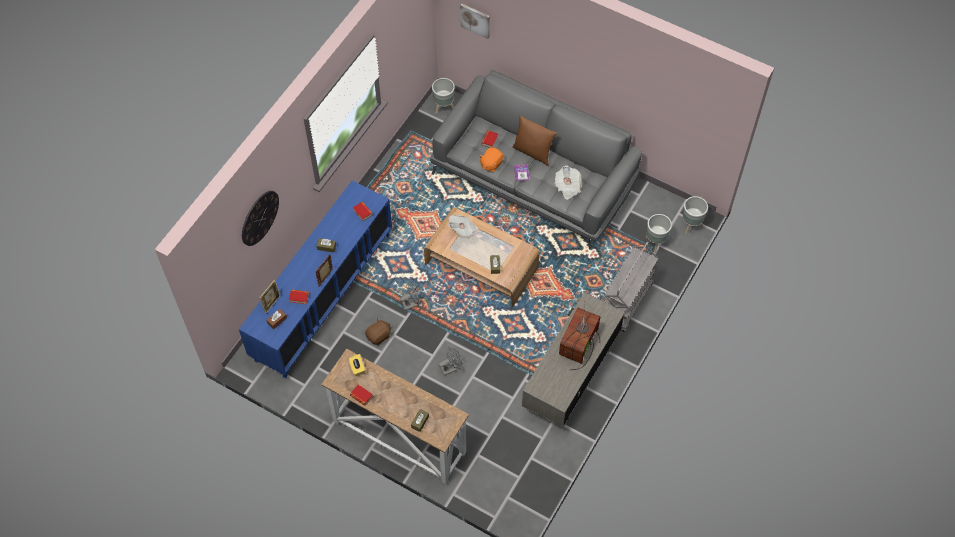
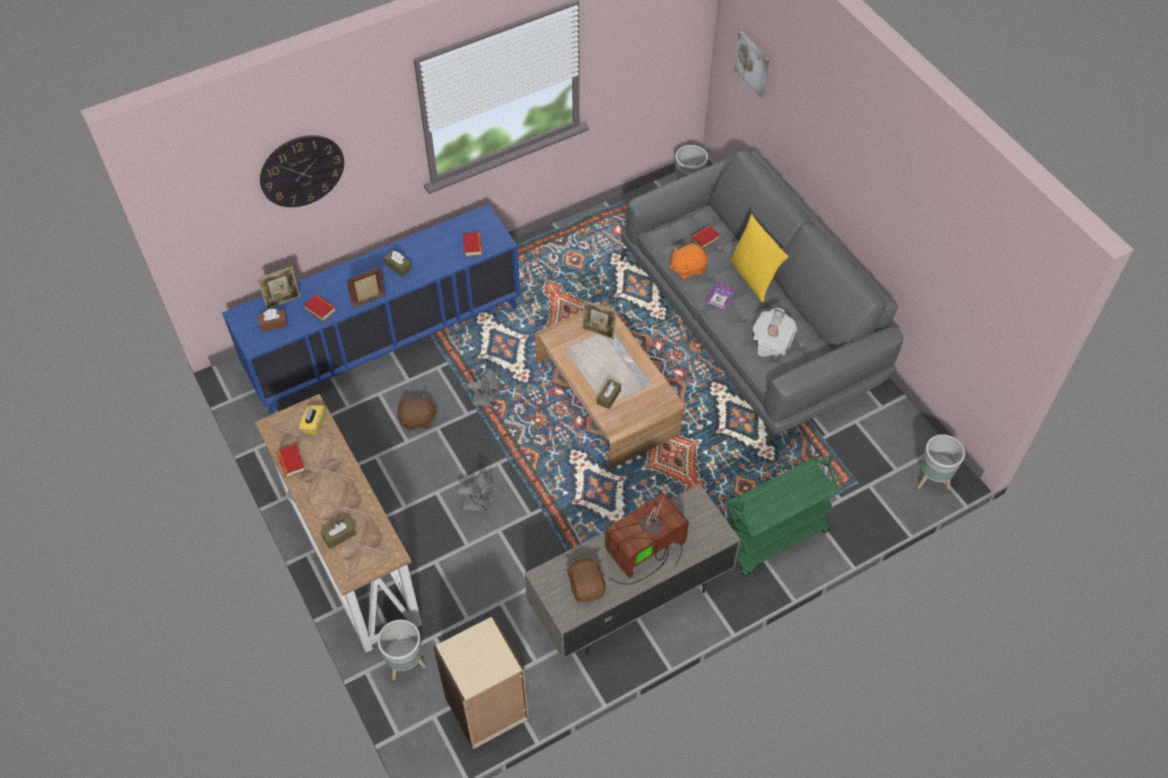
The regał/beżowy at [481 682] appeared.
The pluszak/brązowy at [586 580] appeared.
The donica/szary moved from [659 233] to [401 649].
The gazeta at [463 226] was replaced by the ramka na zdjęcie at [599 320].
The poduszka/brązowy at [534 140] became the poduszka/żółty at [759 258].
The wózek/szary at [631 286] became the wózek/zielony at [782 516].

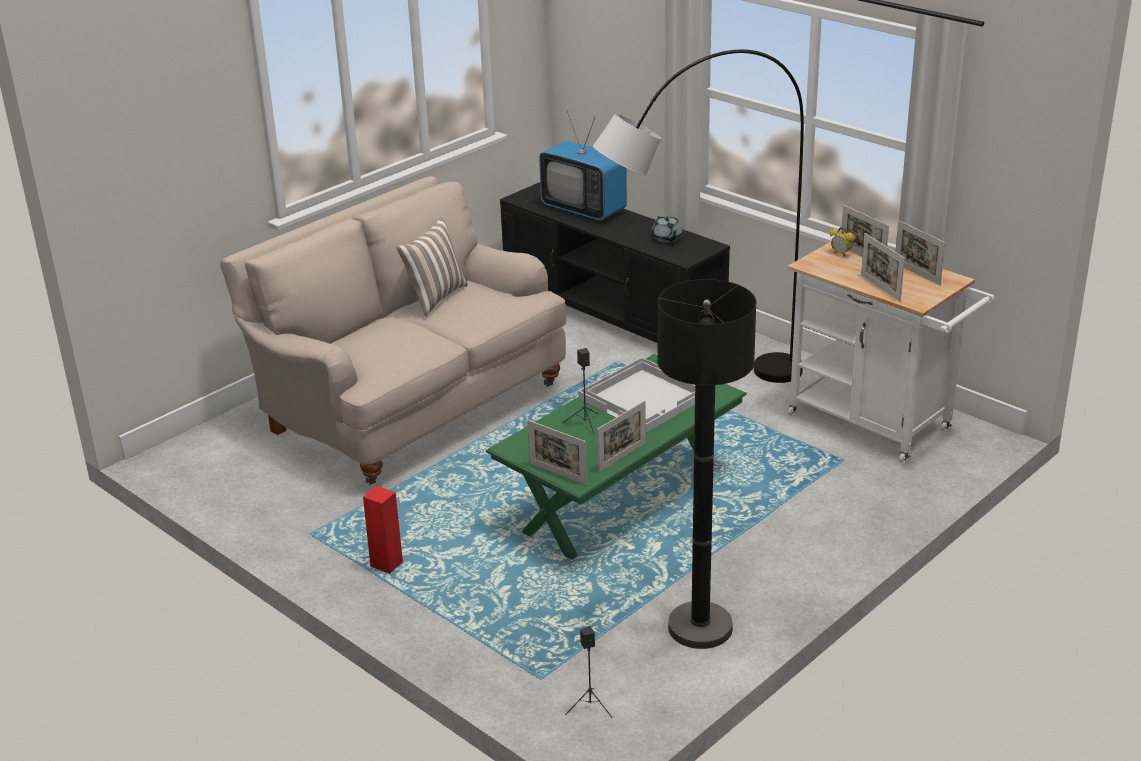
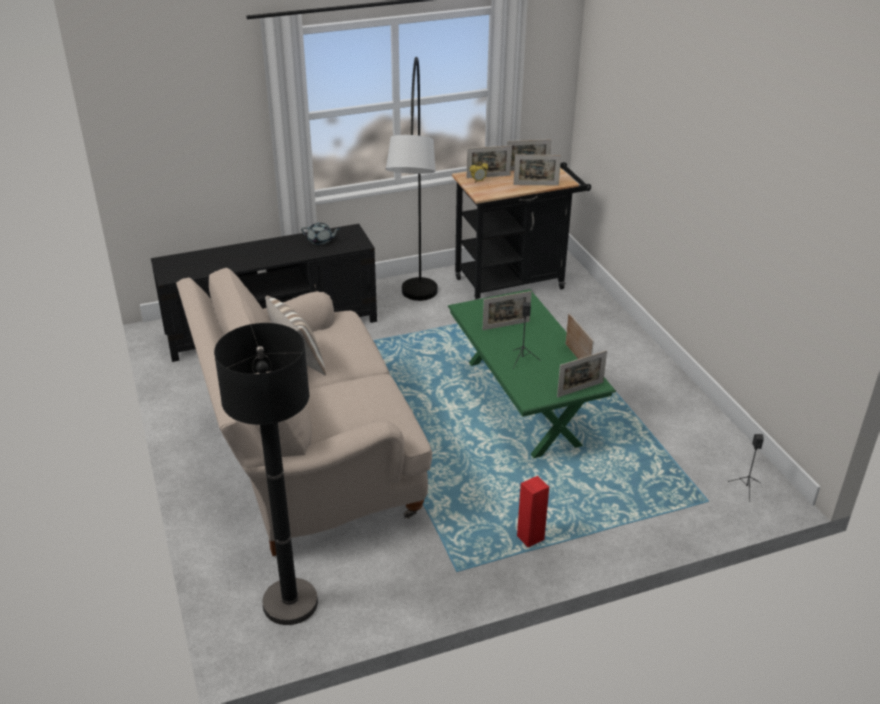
The telewizor at [583 165] disappeared.
The lampa stojąca/czarny moved from [706 464] to [266 474].
The taca/biały at [636 394] was replaced by the ramka na zdjęcie at [507 310].
The wózek/biały at [891 352] became the wózek/czarny at [521 231].

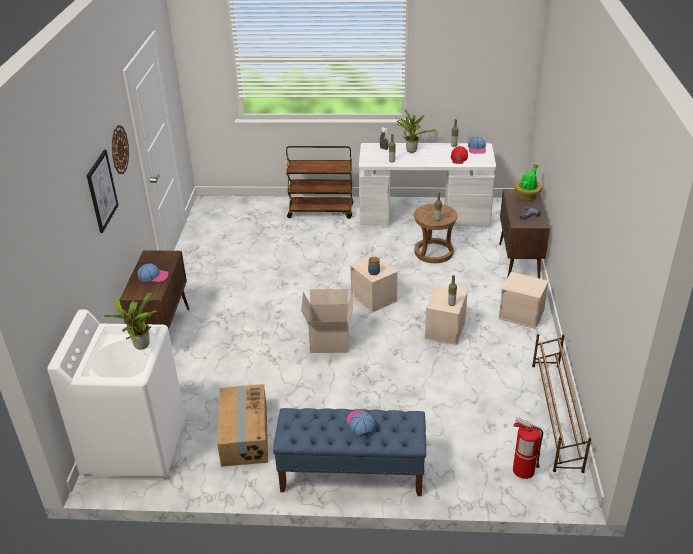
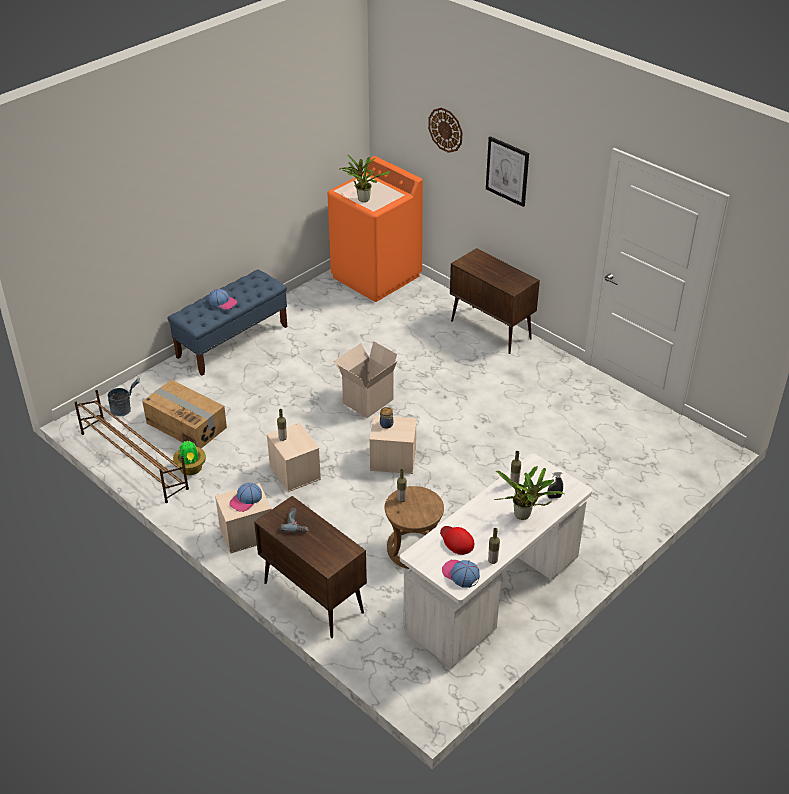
The wózek/brązowy at [320 182] disappeared.
The zegar ścienny moved from [120 149] to [445 130].
The czapka z daszkiem moved from [153 273] to [245 497].
The karton moved from [242 425] to [184 414].
The roślina doniczkowa moved from [528 182] to [189 457].
The gaśnica at [528 448] was replaced by the wiadro/szary at [123 397].
The pralka/biały at [116 395] became the pralka/pomarańczowy at [375 229].

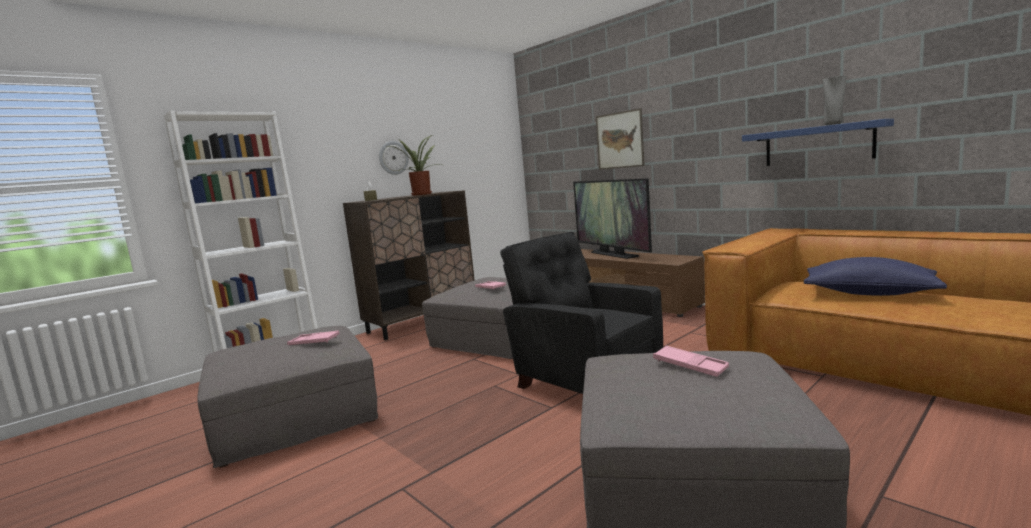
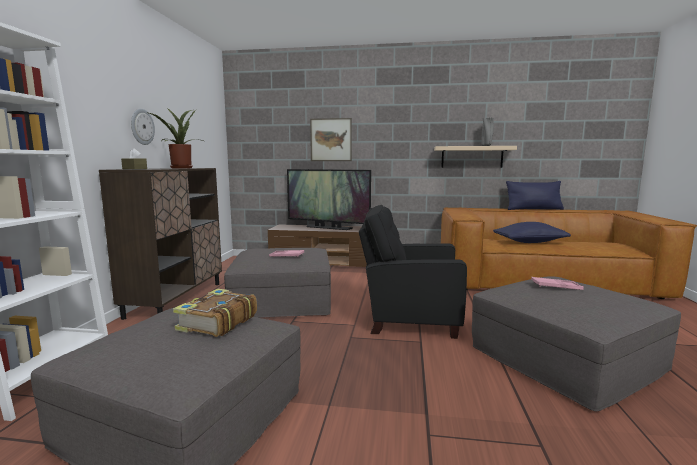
The poduszka/niebieski at [535 195] appeared.
The taca/różowy at [313 337] was replaced by the książka at [215 313].
The półka/niebieski at [818 142] became the półka/beżowy at [475 157].

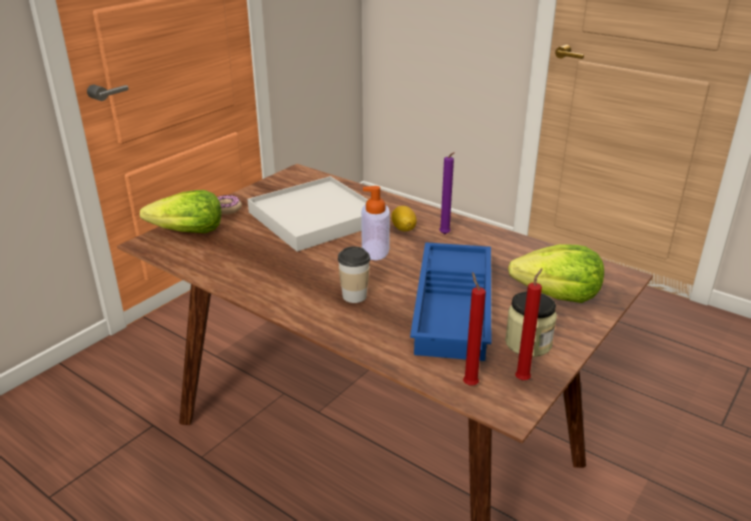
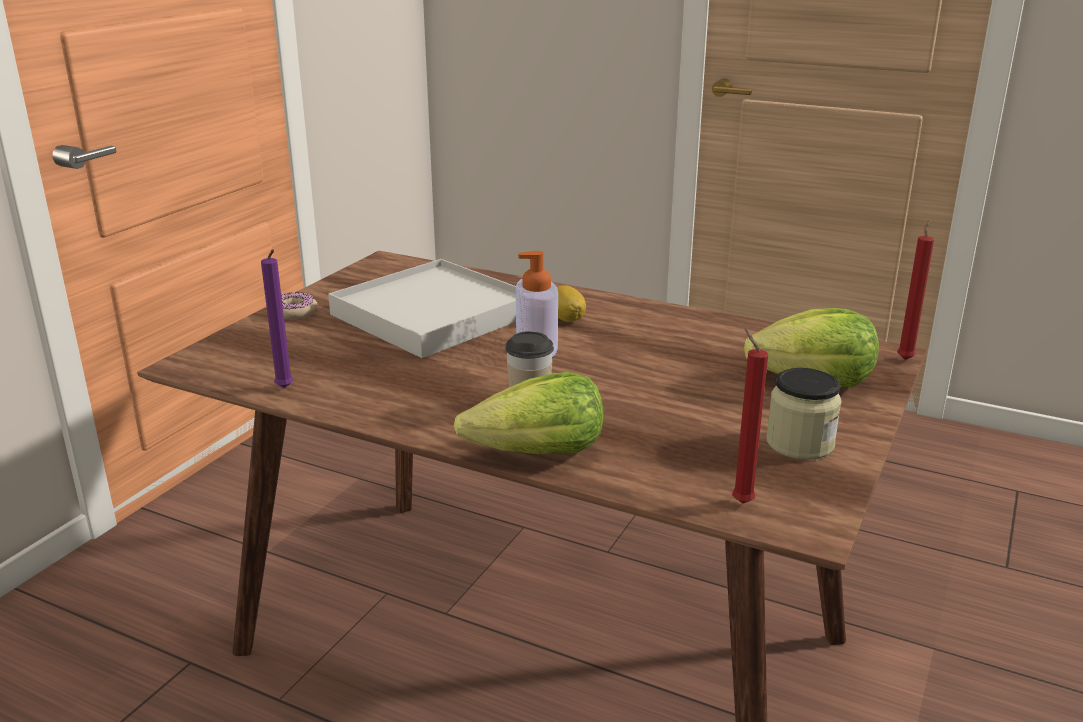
The taca/niebieski at [450 301] disappeared.
The sałata moved from [181 211] to [528 413].
The świeca/fioletowy moved from [447 193] to [277 318].
The świeca/czerwony moved from [528 324] to [915 290].

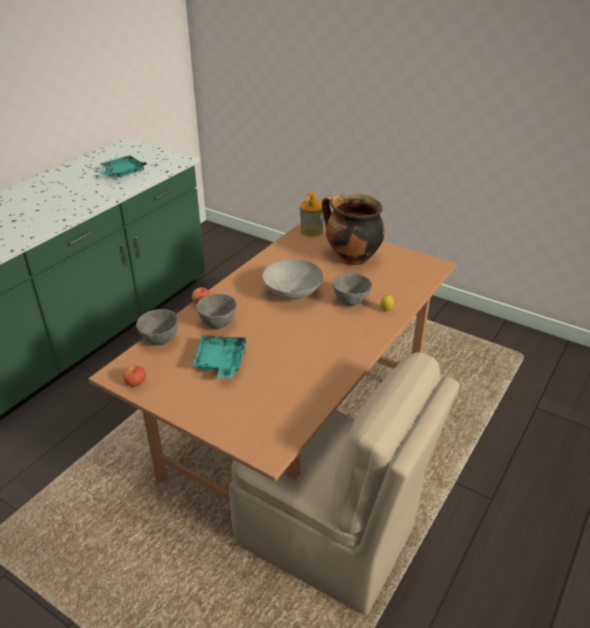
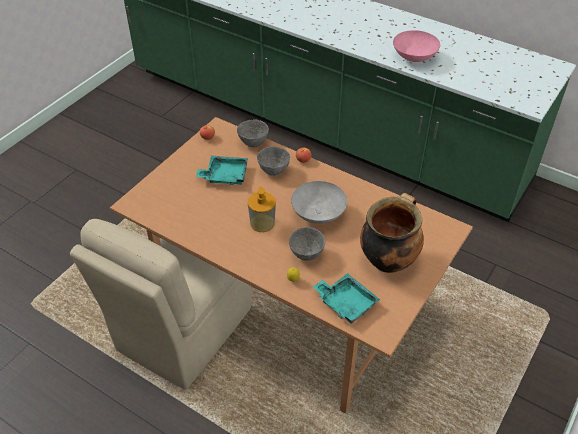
The miska/różowy at [416 46] appeared.
The taca/turkusowy moved from [123 166] to [346 298].
The dozownik mydła moved from [312 214] to [261 209].

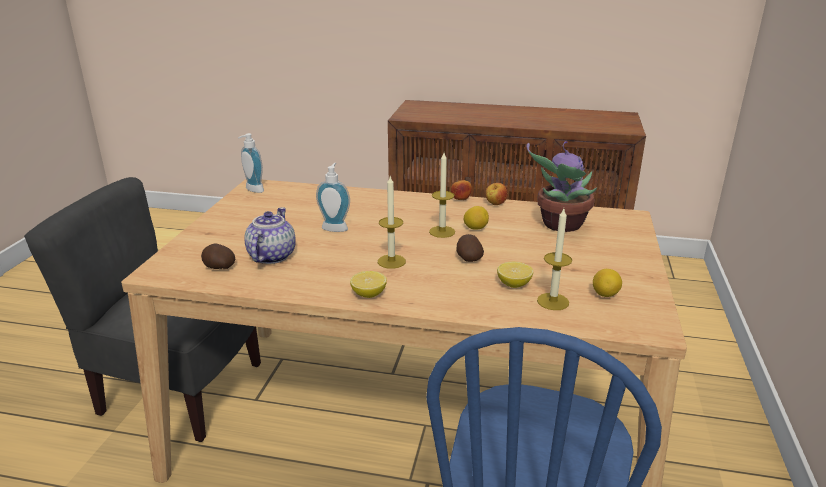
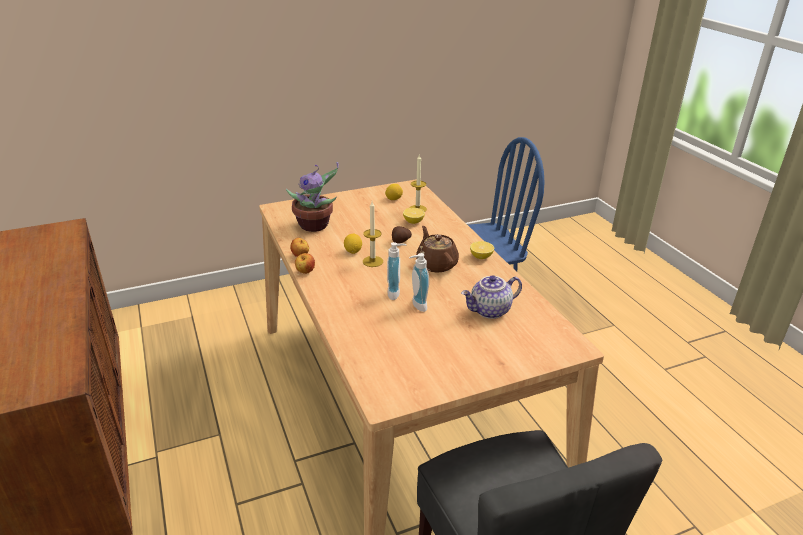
The ziemniak at [218 256] disappeared.
The dozownik mydła moved from [251 163] to [397 271].
The świeca at [392 222] was replaced by the imbryk/brązowy at [437 249].

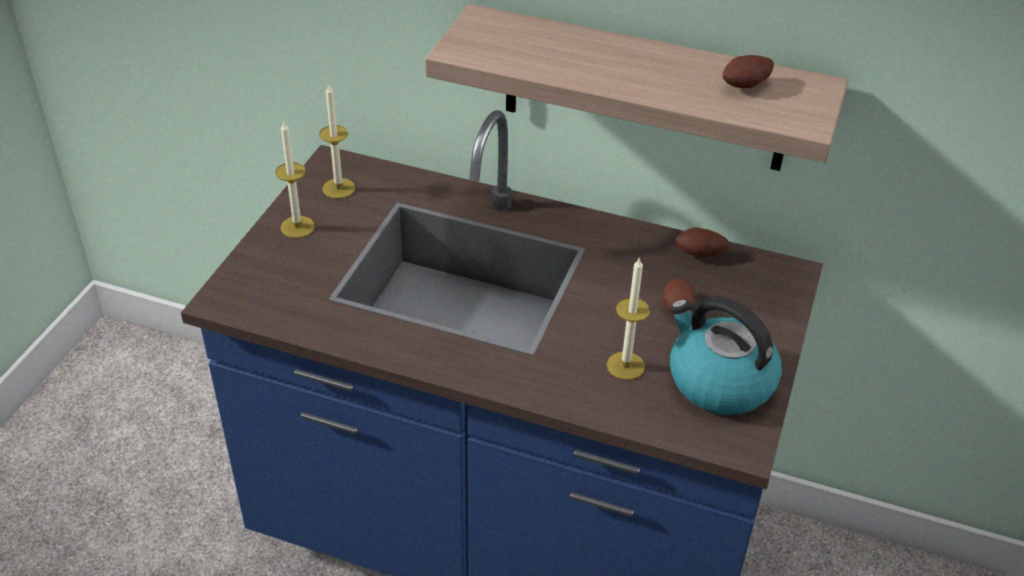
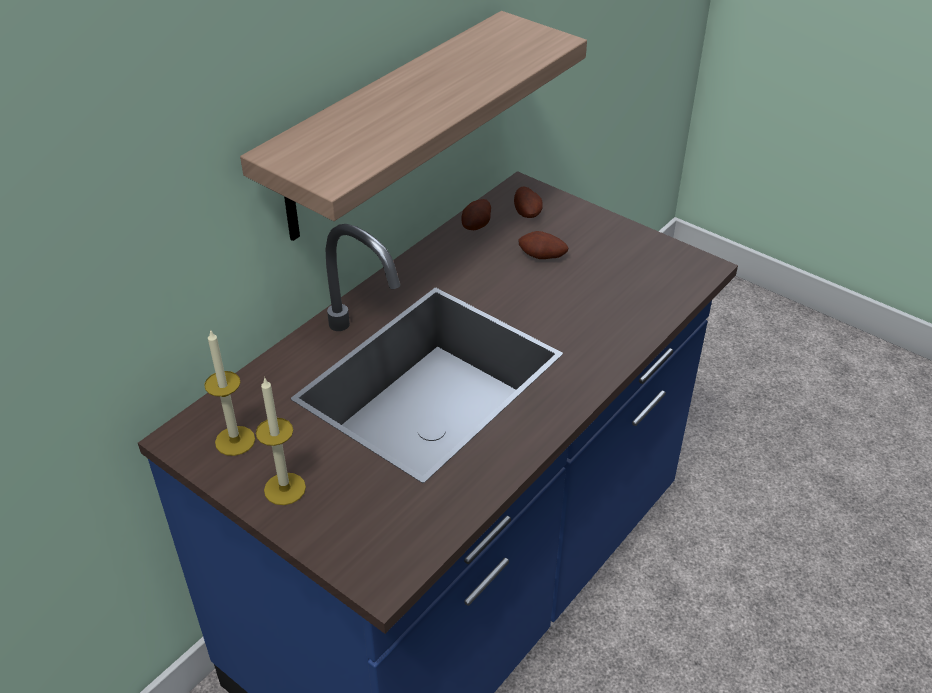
The świeca at [628 318] disappeared.
The czajnik at [726 355] disappeared.
The ziemniak moved from [748 71] to [528 202].

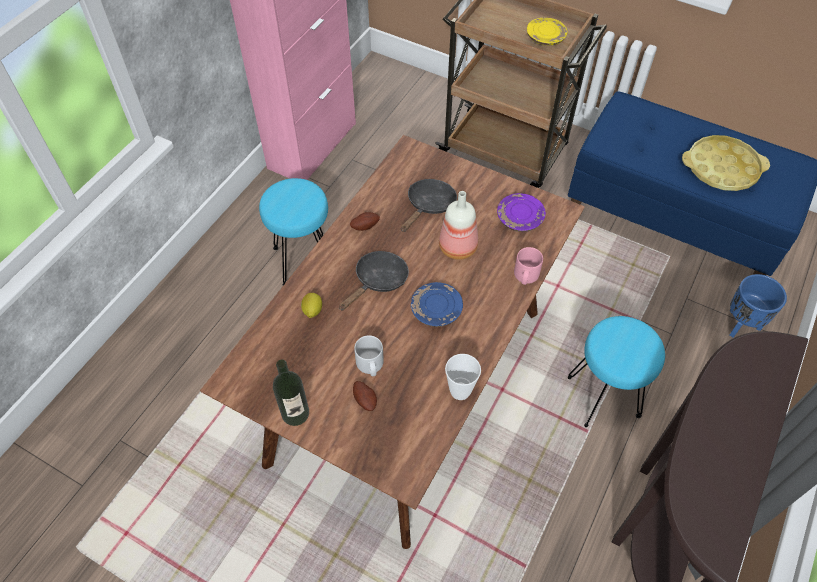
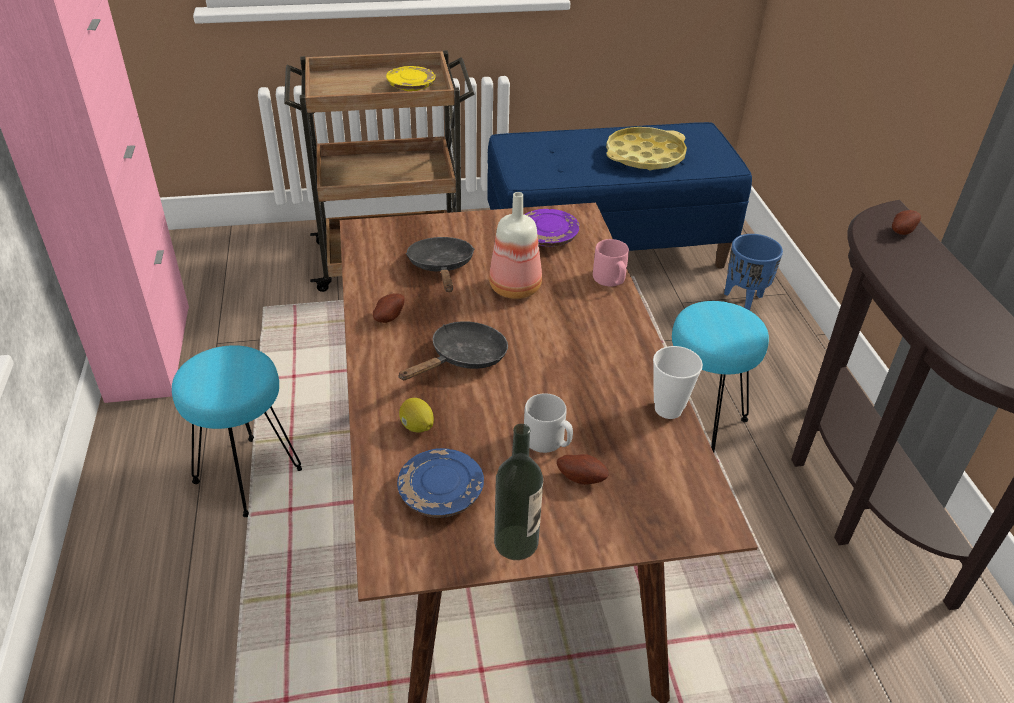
The ziemniak at [906 222] appeared.
The talerz/niebieski moved from [437 304] to [440 483].
The patelnia/czarny at [374 281] turned 45 degrees clockwise.

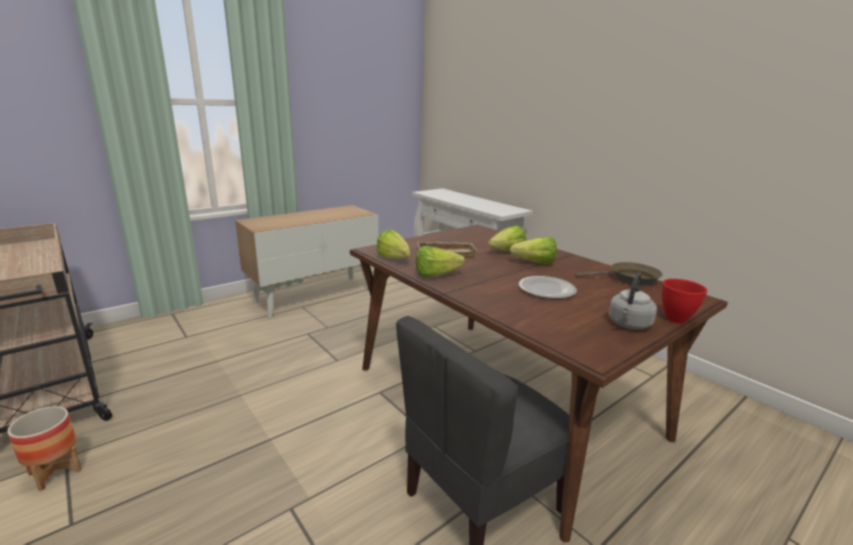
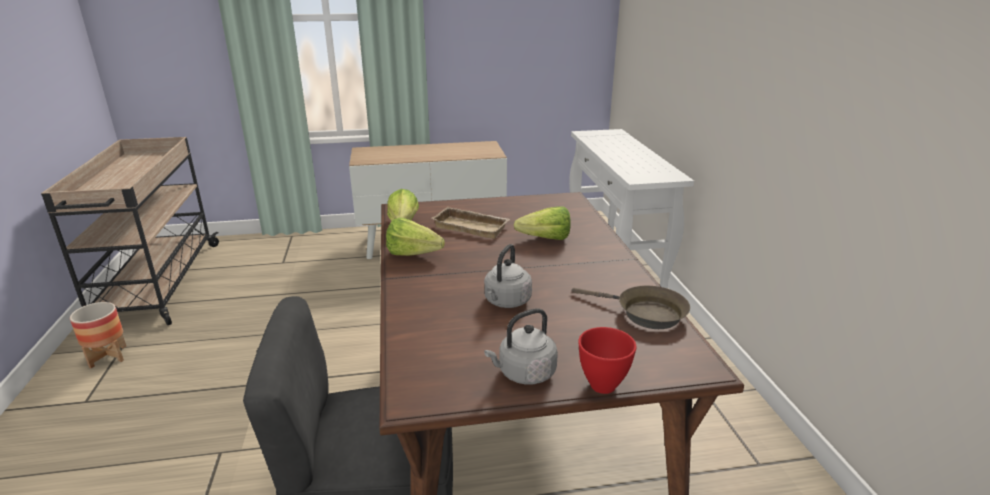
The sałata at [533 251] disappeared.
The talerz at [548 287] was replaced by the czajnik/szary at [508 276].

